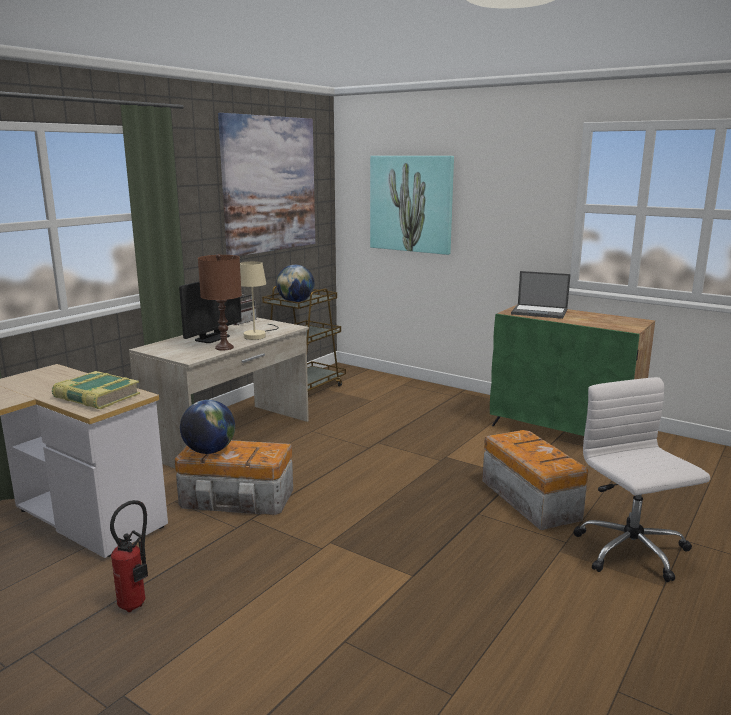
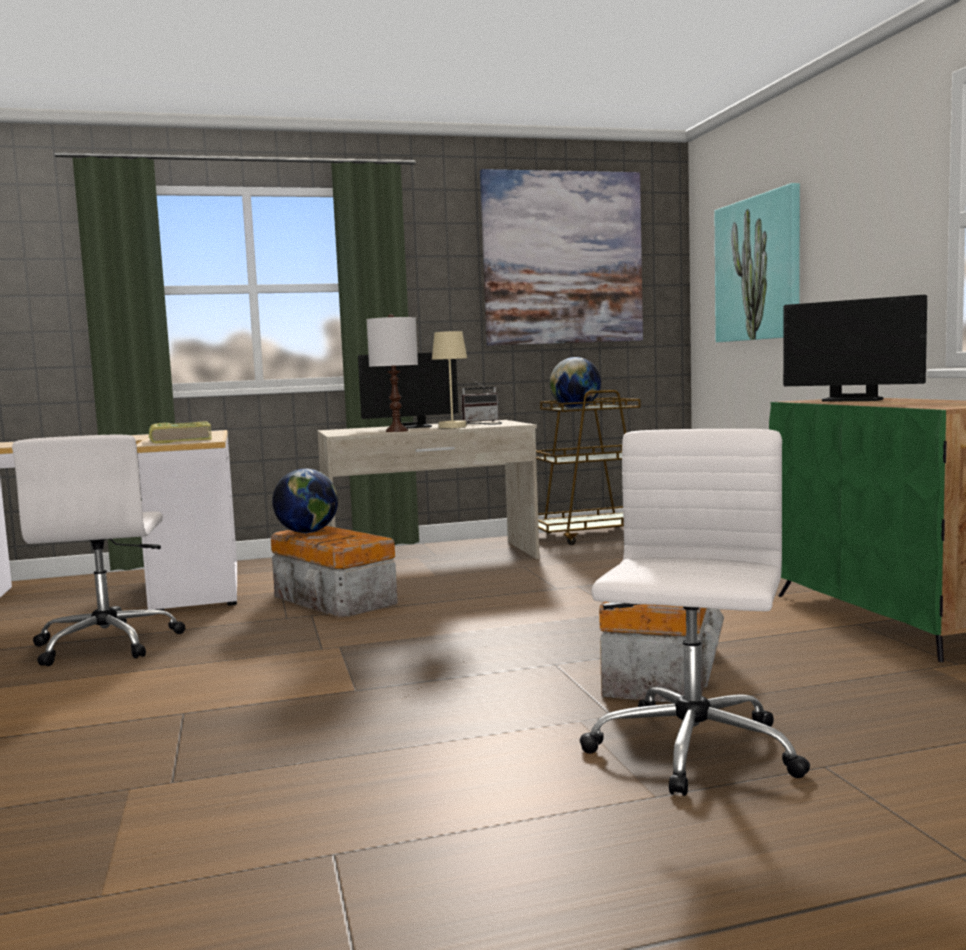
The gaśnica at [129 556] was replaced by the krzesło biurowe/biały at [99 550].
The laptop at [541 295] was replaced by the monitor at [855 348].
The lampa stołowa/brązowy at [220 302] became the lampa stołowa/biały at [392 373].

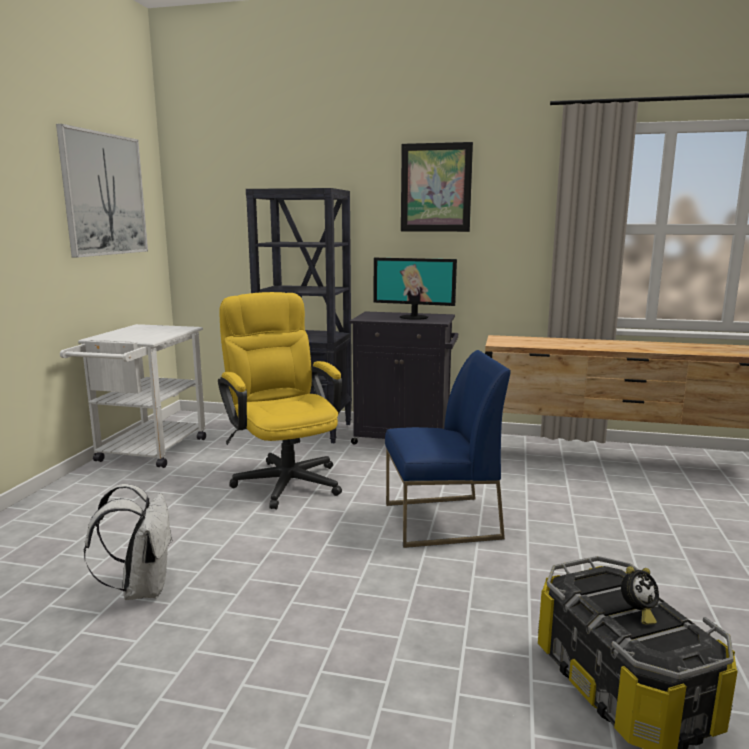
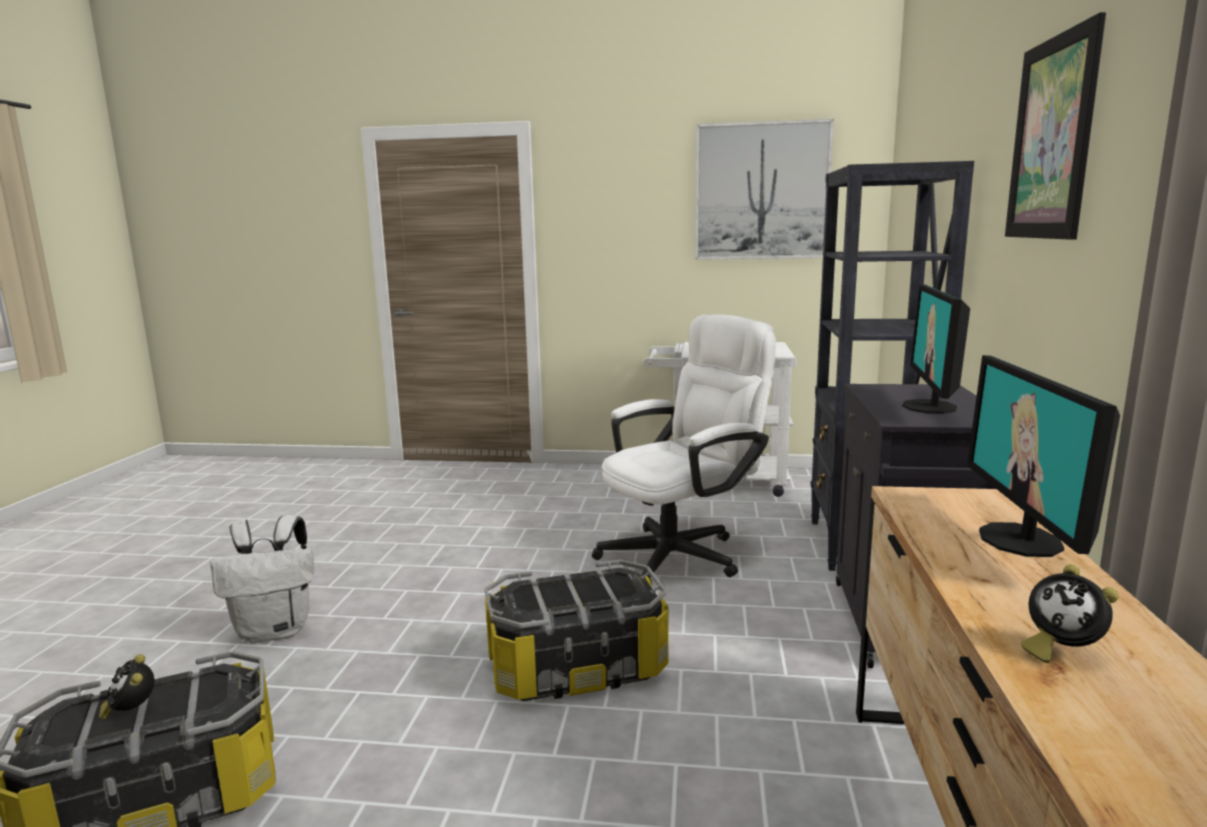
The monitor at [1043 456] appeared.
The budzik at [1070 613] appeared.
The plecak/biały moved from [128 542] to [262 579].
The krzesło/niebieski at [448 449] was replaced by the pojemnik do przechowywania at [576 630].
The krzesło biurowe/żółty at [280 400] became the krzesło biurowe/biały at [684 449].

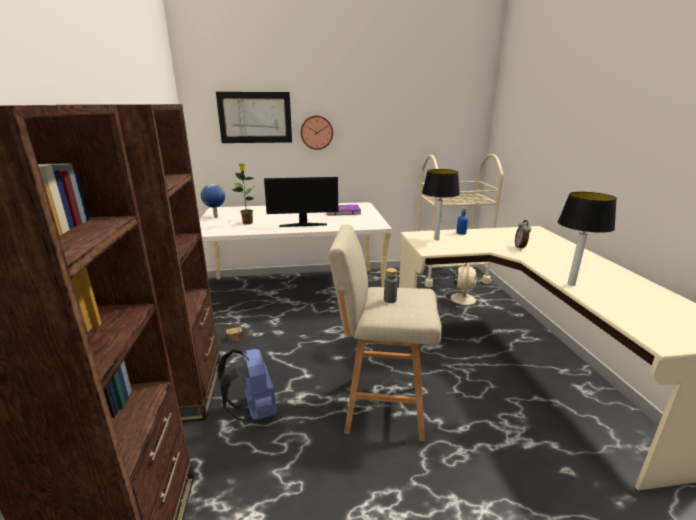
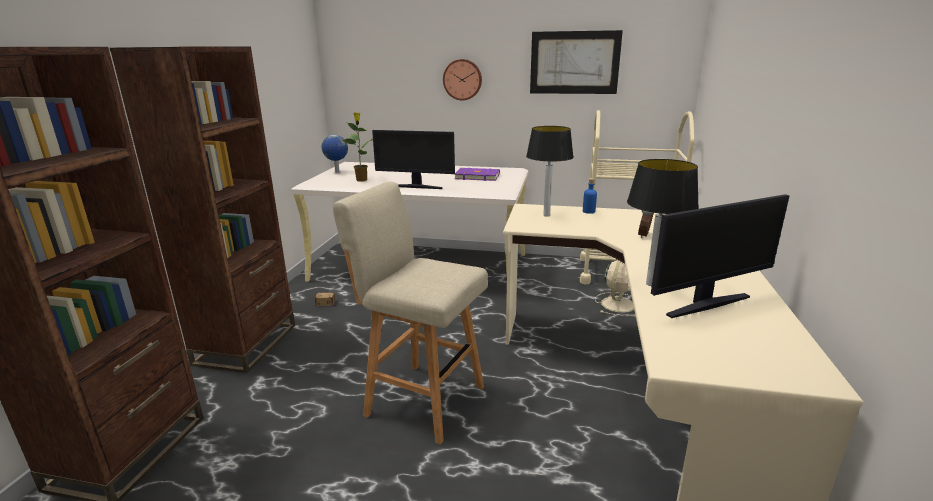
The plecak/niebieski at [247 385] disappeared.
The butelka/szary at [391 285] disappeared.
The monitor at [720 256] appeared.
The obraz moved from [254 117] to [576 62].

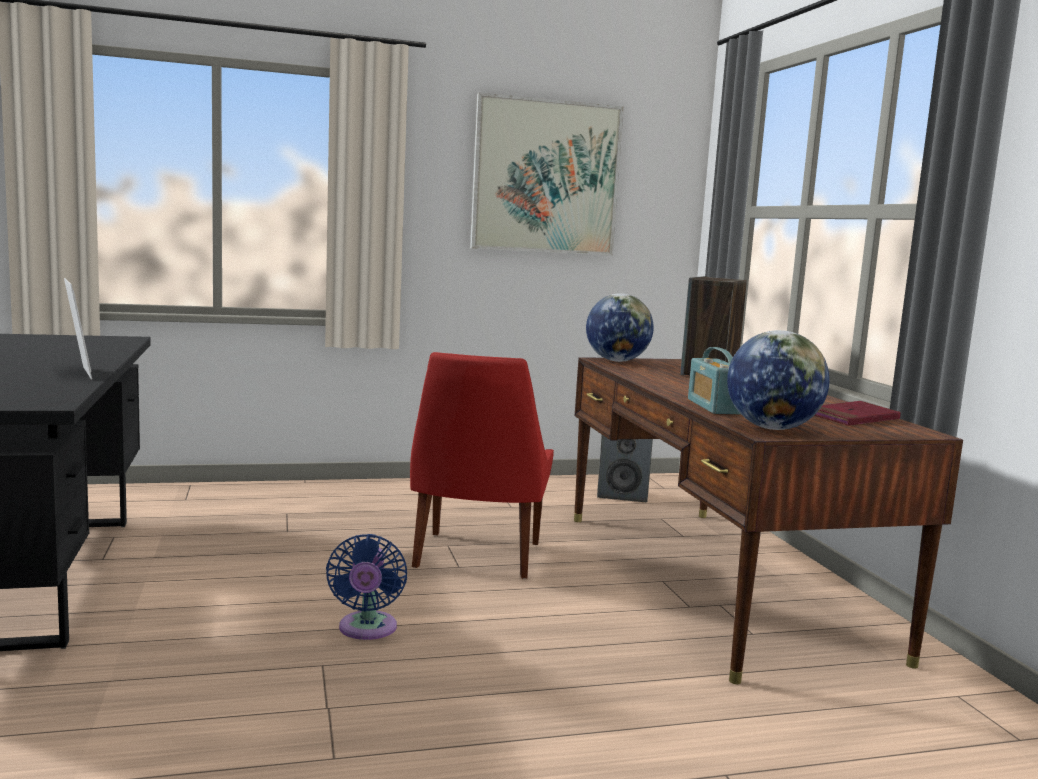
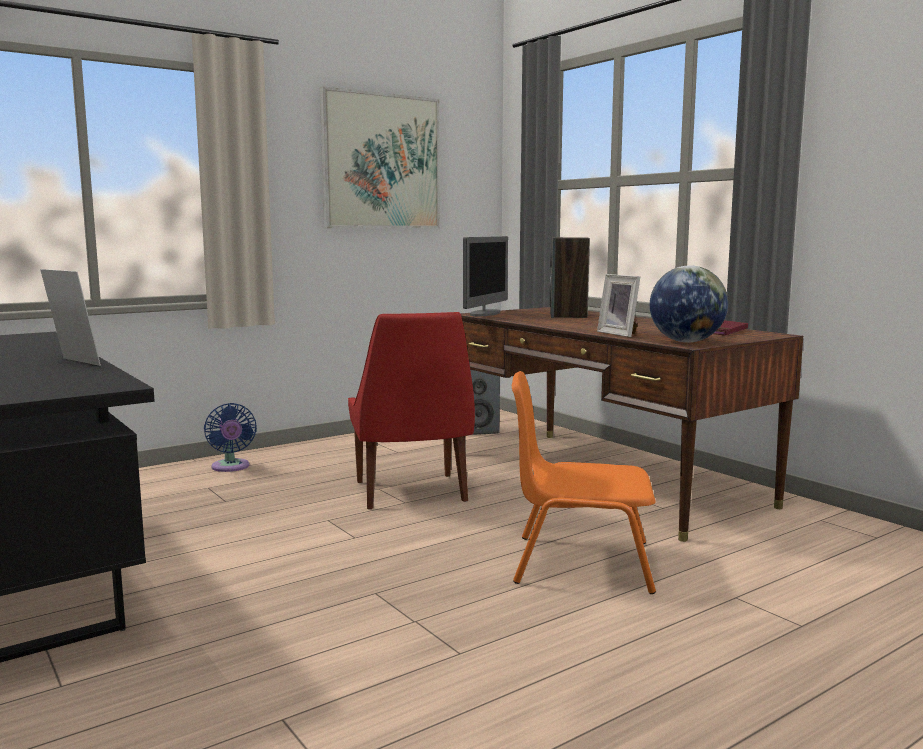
The krzesło/pomarańczowy at [584 482] appeared.
The wentylator/niebieski moved from [366 587] to [230 437].
The globus at [620 327] was replaced by the monitor at [485 276].
The radio at [714 380] was replaced by the ramka na zdjęcie at [618 305].

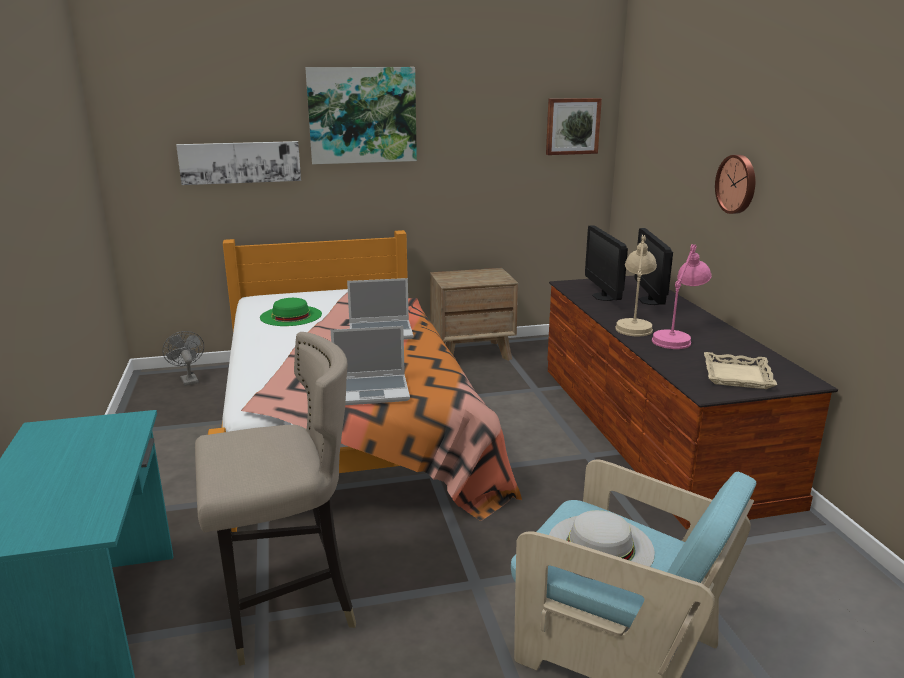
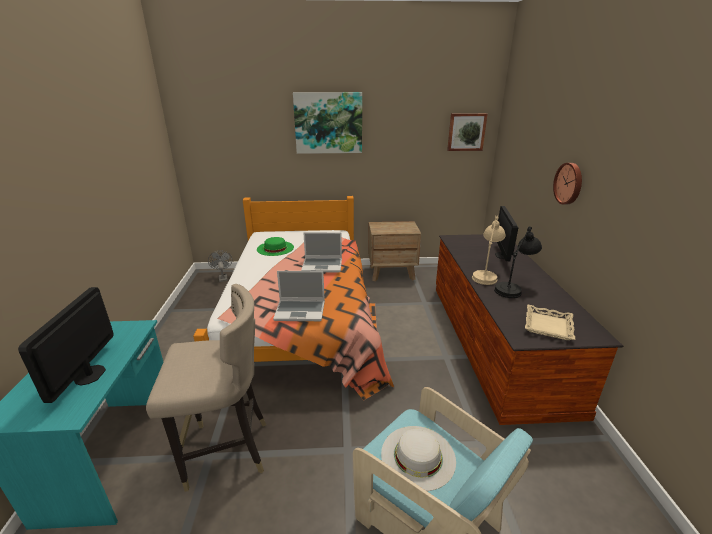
The obraz at [238 163] disappeared.
The monitor moved from [606 263] to [66 345].
The lampa stołowa/różowy at [682 296] became the lampa stołowa/czarny at [518 262].

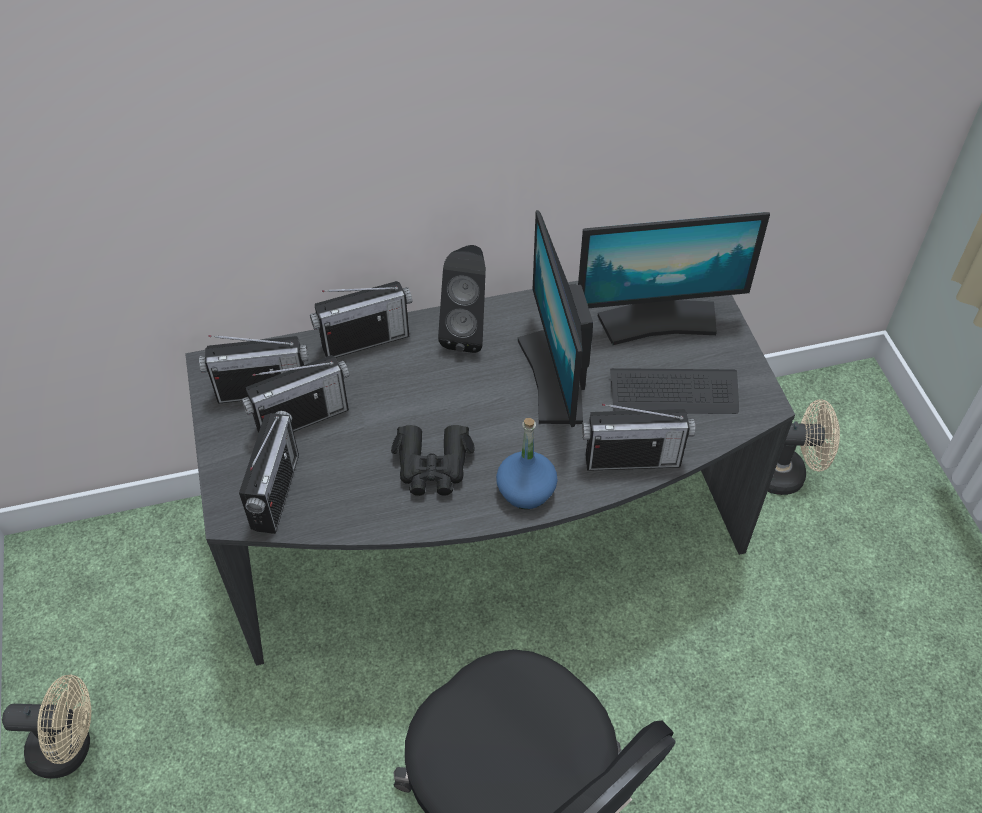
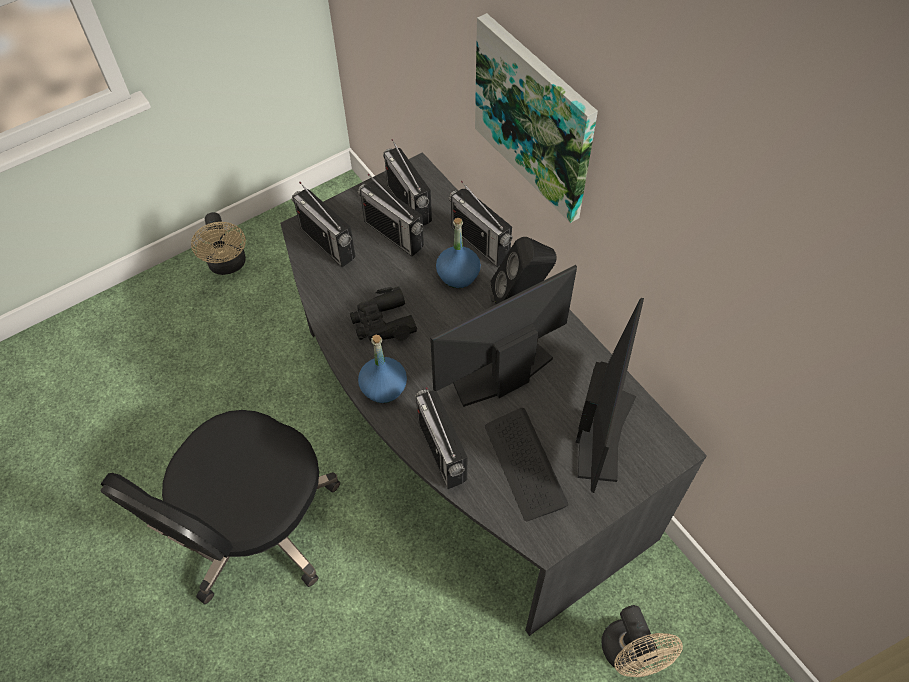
The butelka/niebieski at [458 253] appeared.
The obraz at [536 118] appeared.
The radio at [269 472] turned 60 degrees clockwise.
The monitor at [674 278] turned 135 degrees counterclockwise.

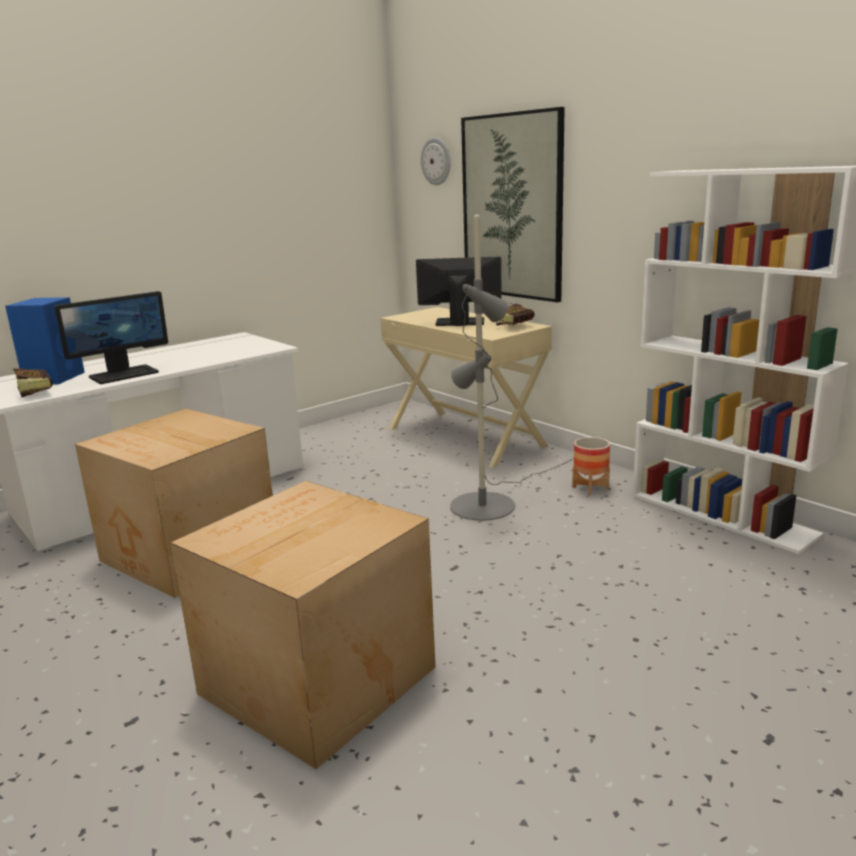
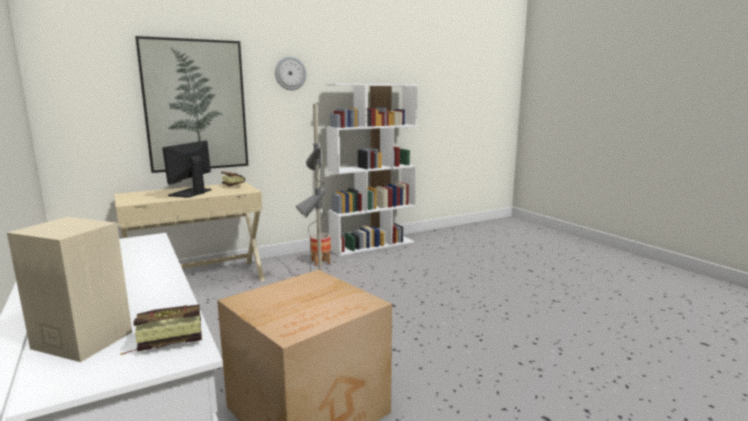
The monitor at [111 337] disappeared.
The karton at [303 625] disappeared.
The zegar ścienny moved from [436 161] to [290 73].
The głośnik/niebieski at [45 340] became the głośnik/beżowy at [69 289].

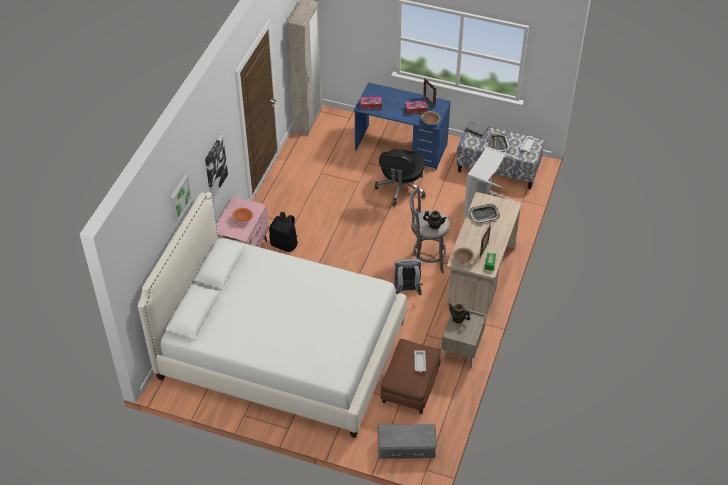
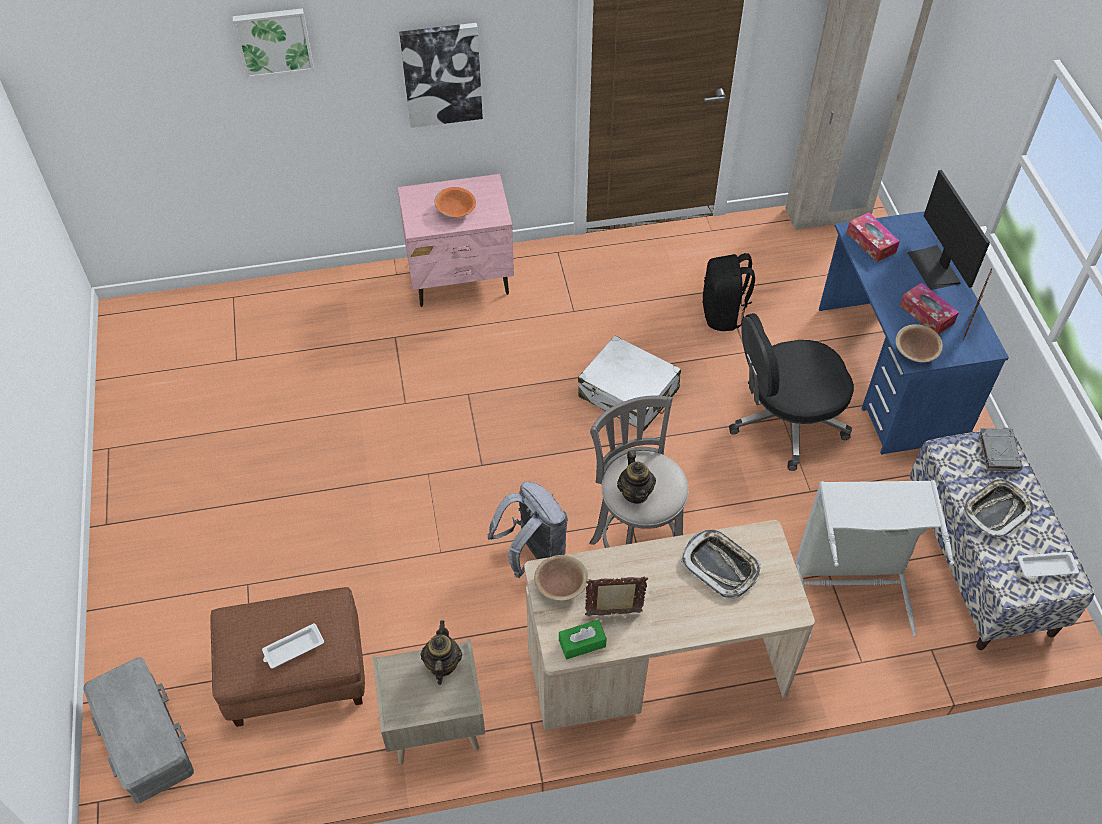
The łóżko/biały at [272 315] disappeared.
The walizka/biały at [629 383] appeared.
The monitor at [948 230] appeared.
The plecak/czarny moved from [283 232] to [728 292].

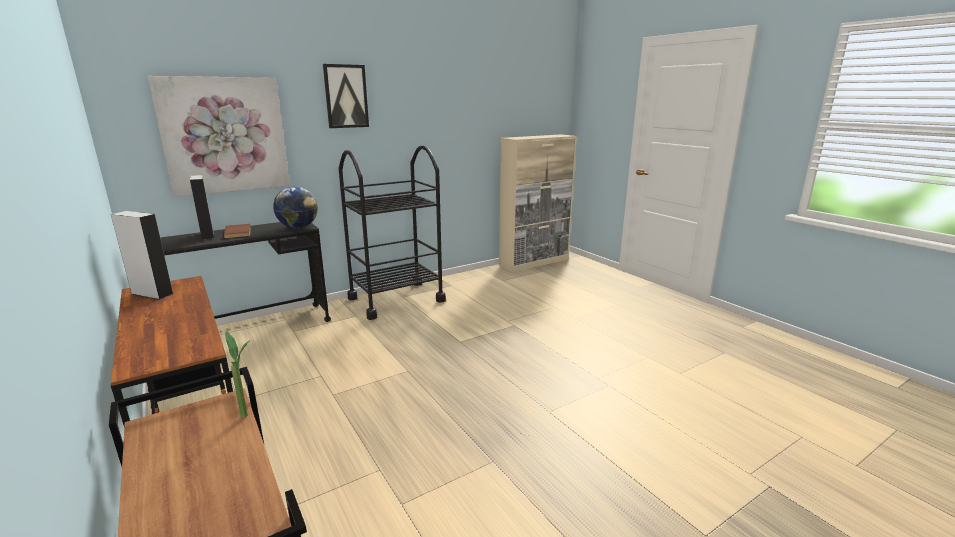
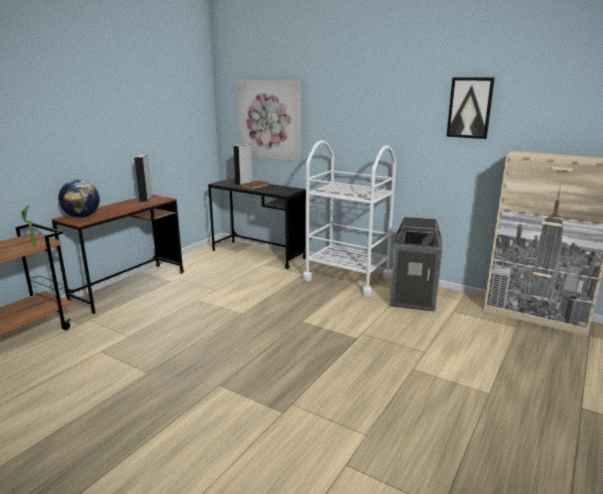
The kosz na śmieci at [416 264] appeared.
The globus moved from [295 207] to [79 199].
The obraz moved from [346 96] to [470 108].
The wózek/czarny at [392 232] became the wózek/biały at [349 218].

